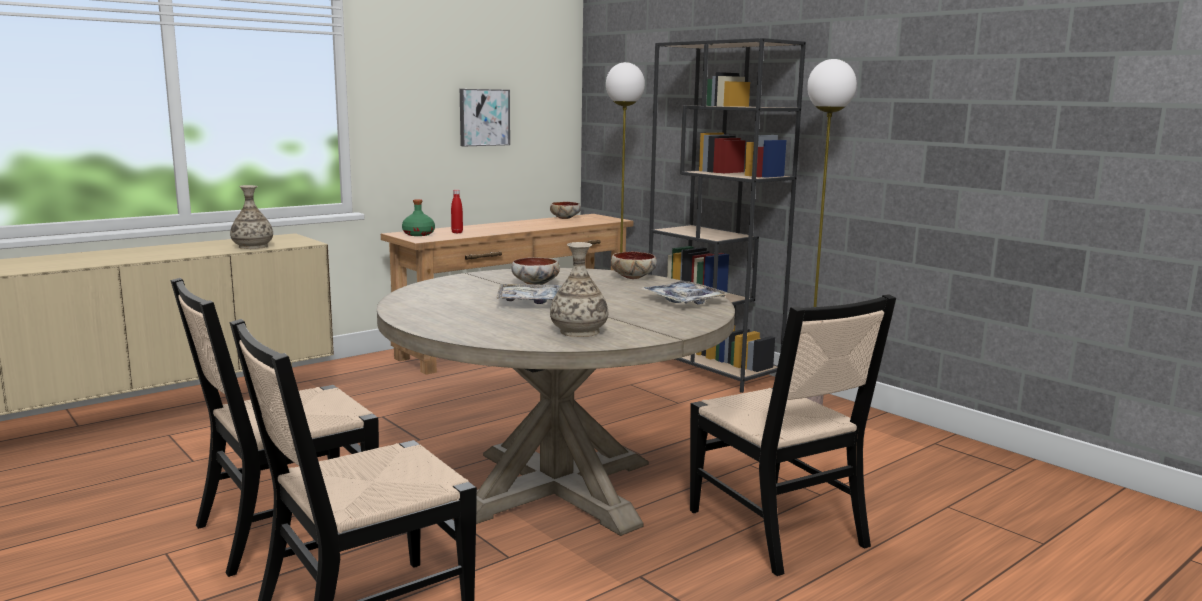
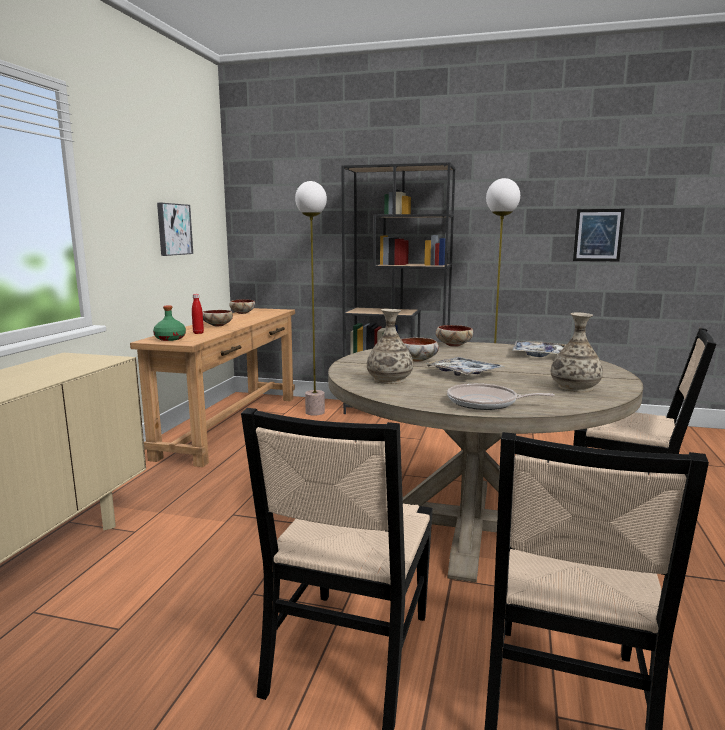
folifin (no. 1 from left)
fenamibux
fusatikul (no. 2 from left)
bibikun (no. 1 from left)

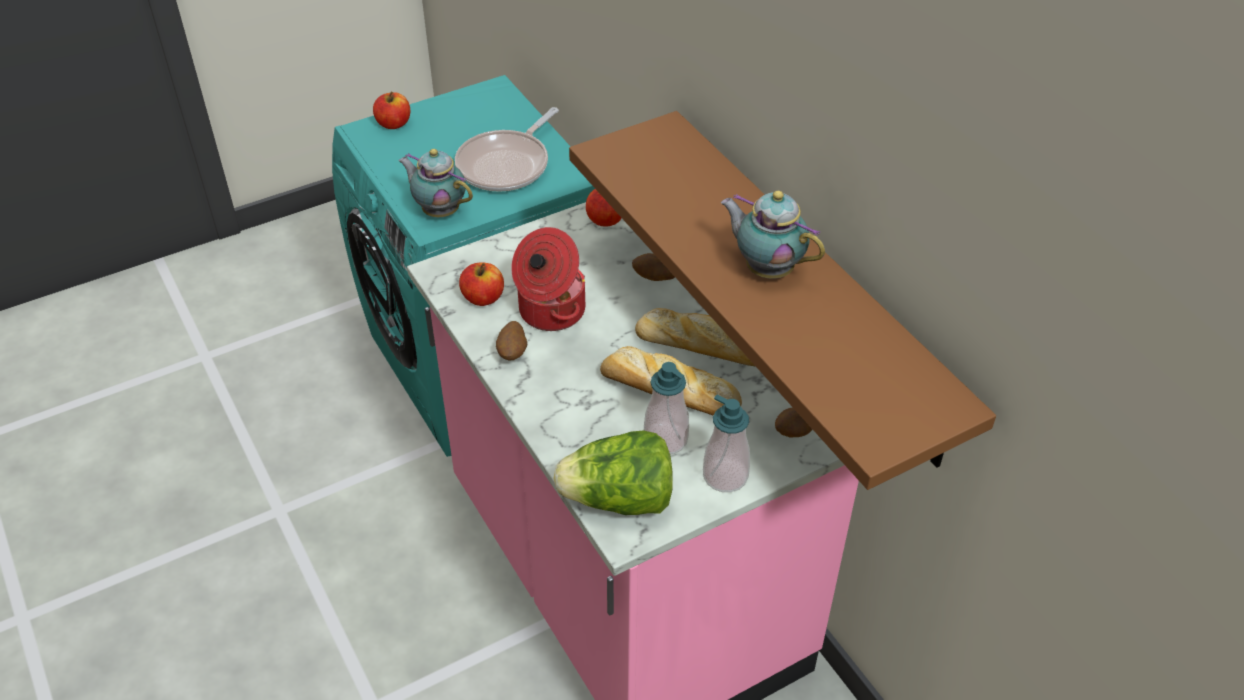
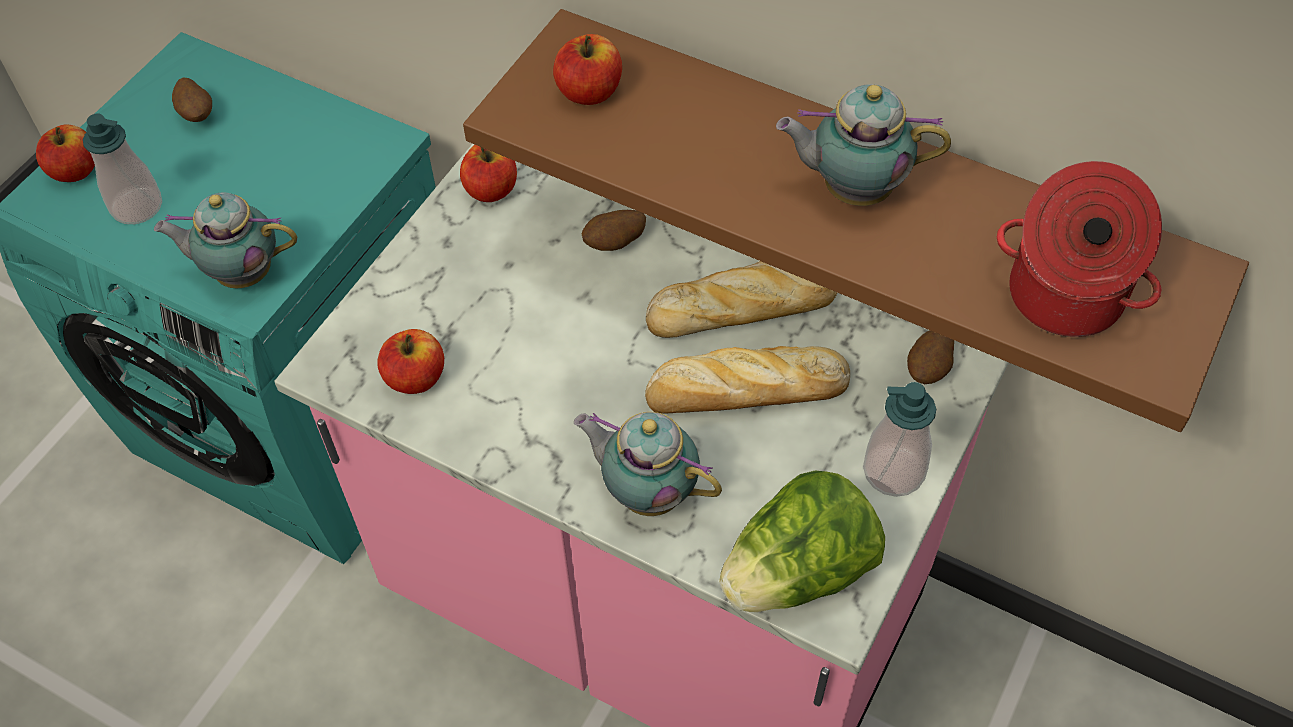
fenamibux
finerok (no. 4 from left)
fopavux (no. 2 from left)
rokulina (no. 1 from left)
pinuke
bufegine (no. 1 from left)

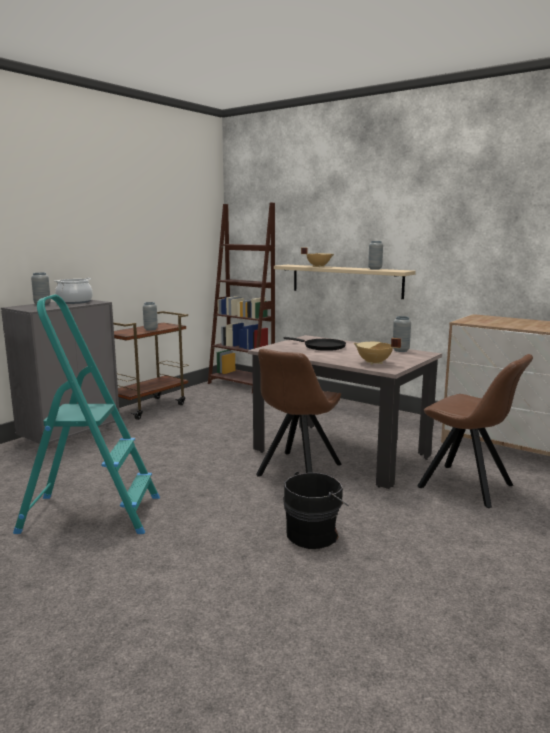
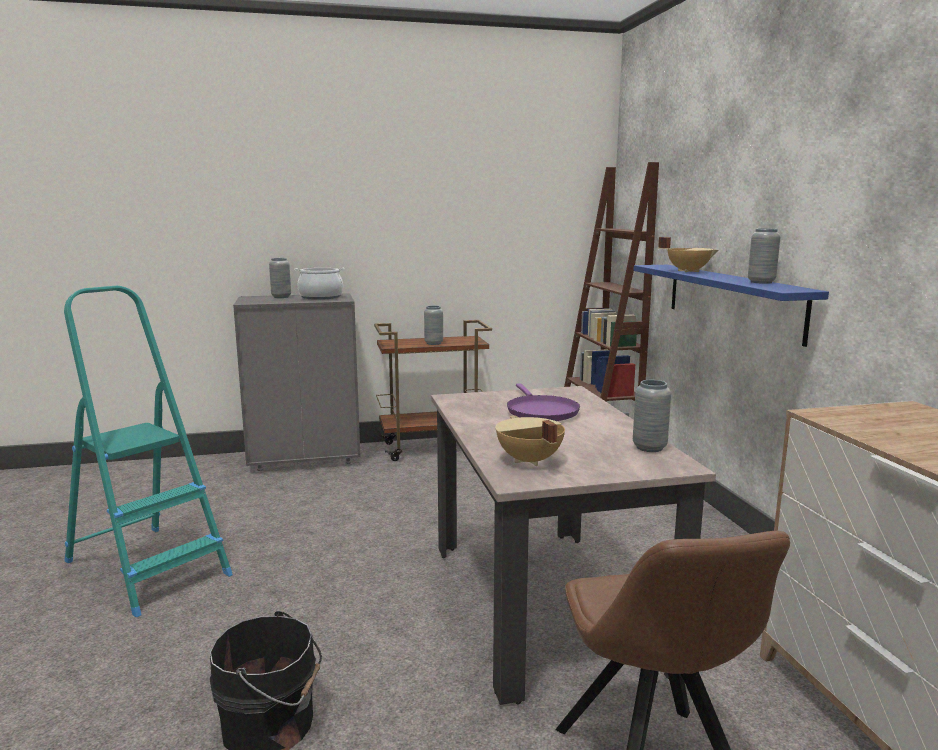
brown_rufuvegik (no. 1 from left in the first image)
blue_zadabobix
purple_fenamibux

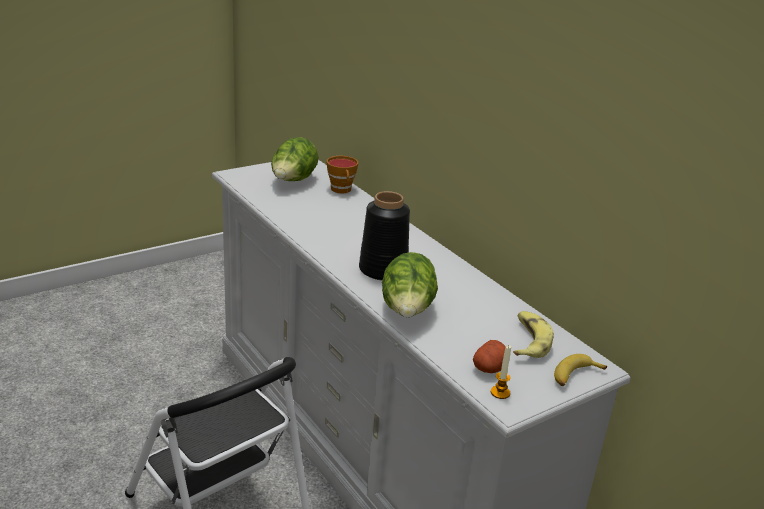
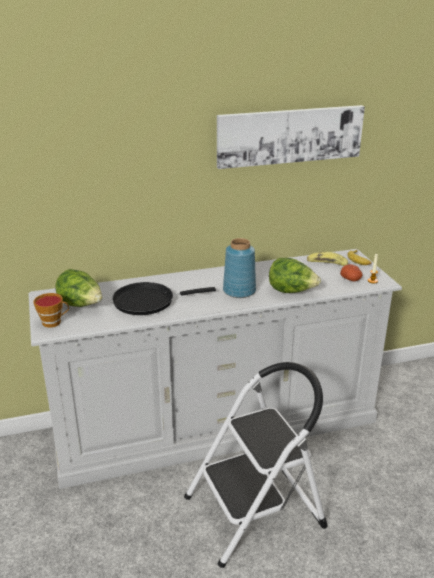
black_fenamibux
fusatikul
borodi
blue_bibikun

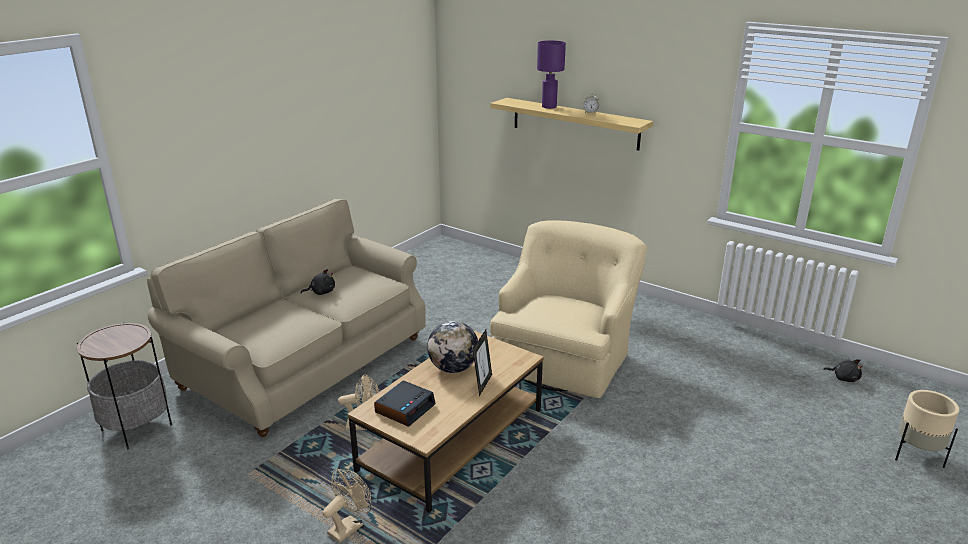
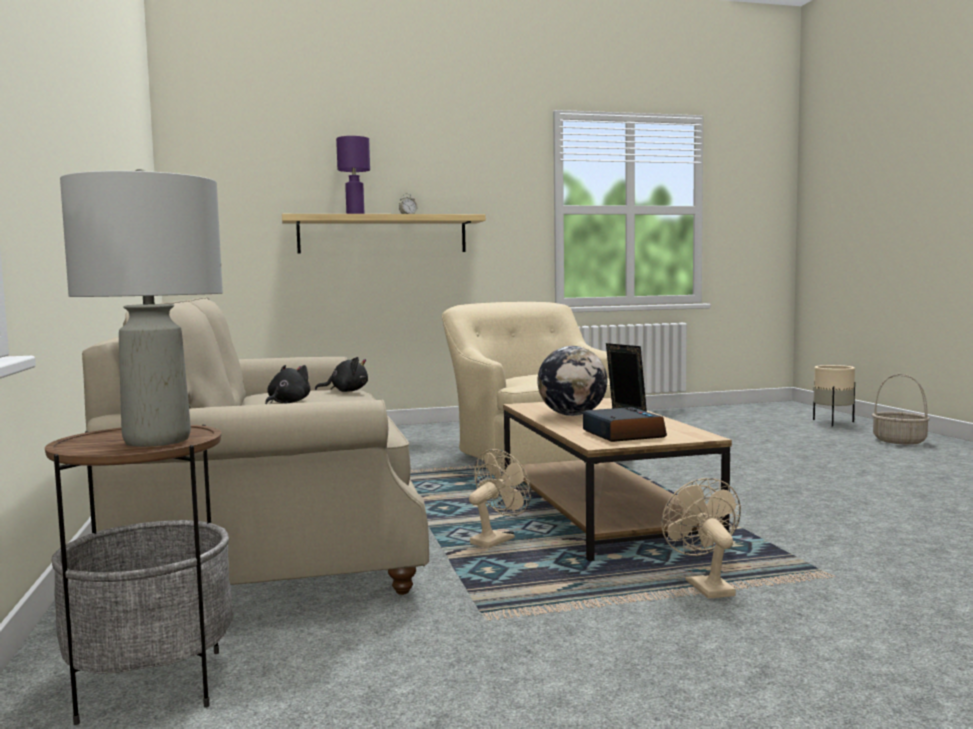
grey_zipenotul
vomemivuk
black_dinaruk (no. 2 from left)

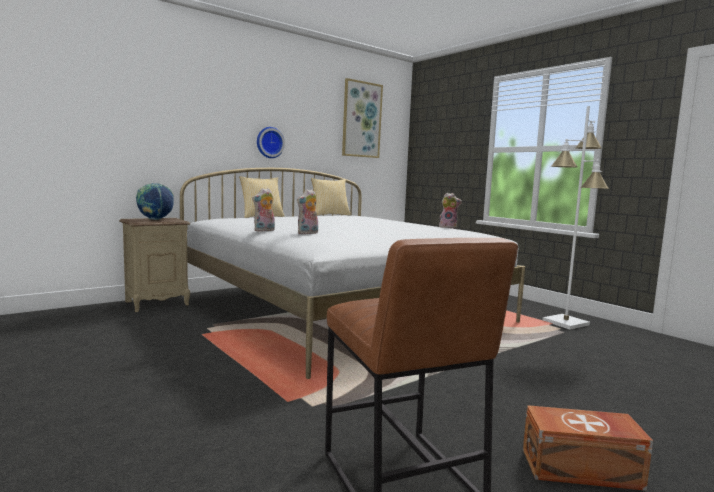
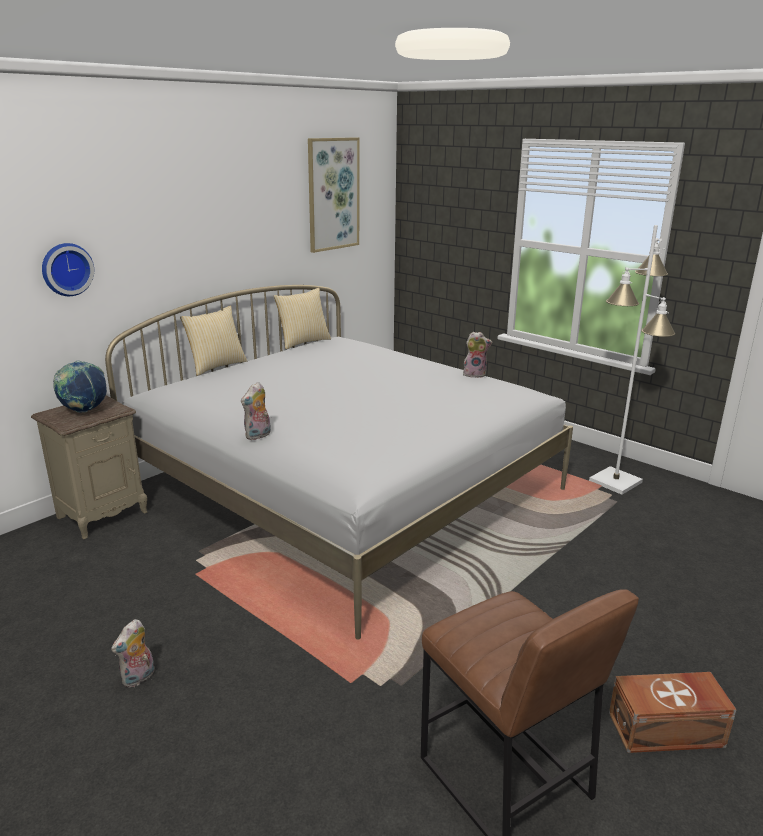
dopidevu
dinaruk (no. 1 from left)

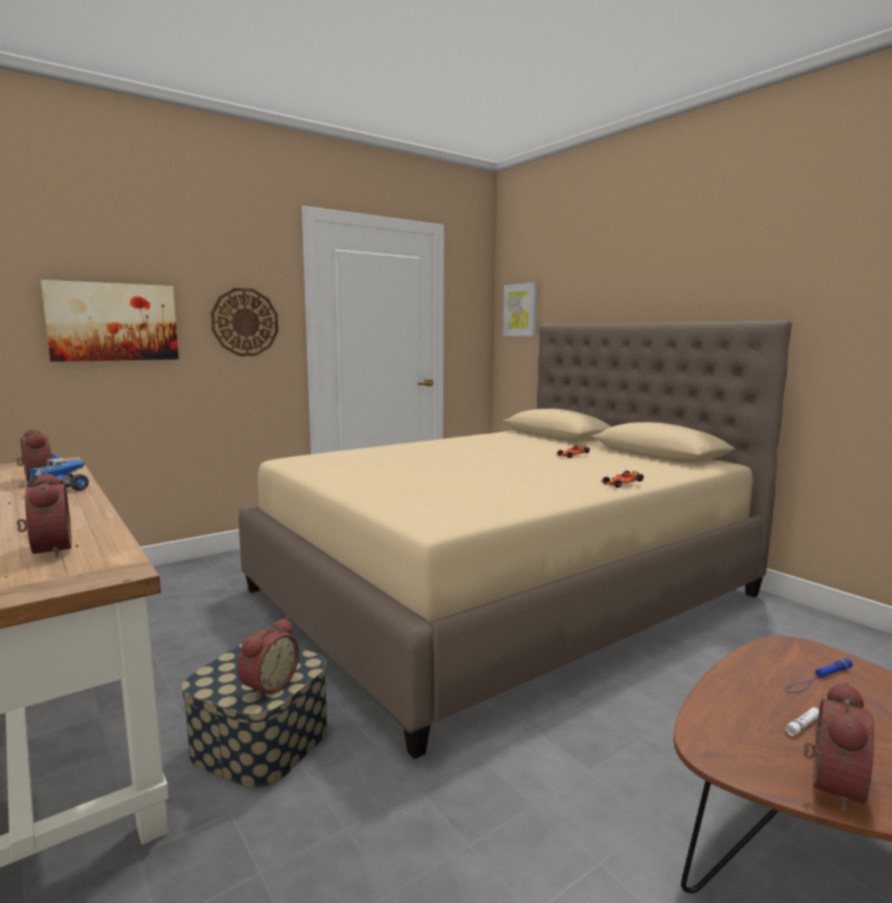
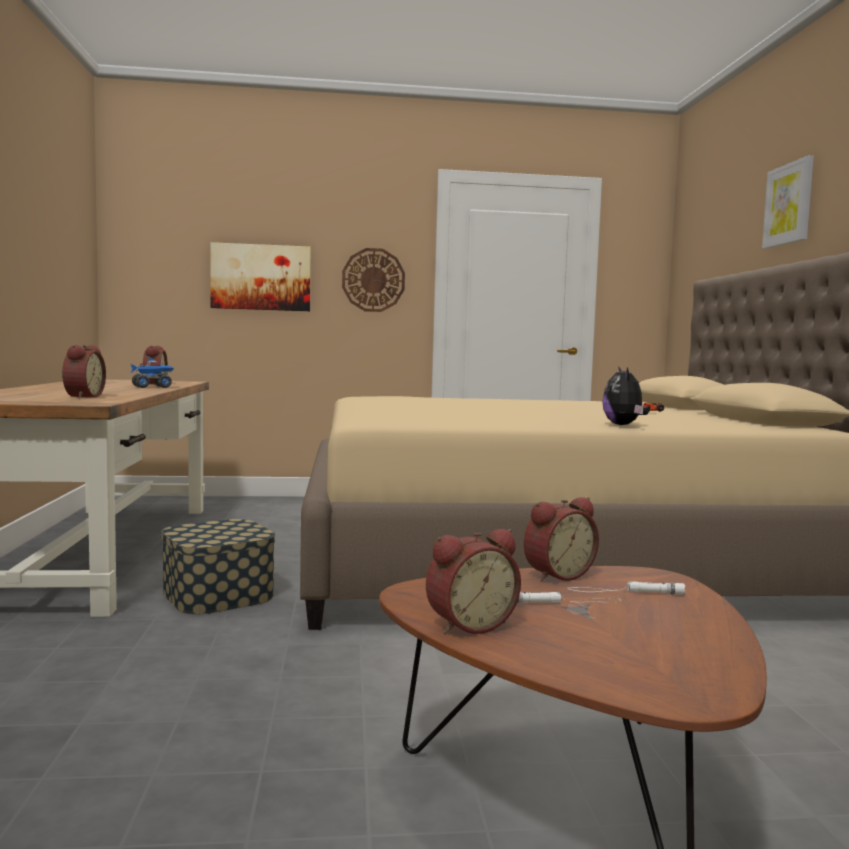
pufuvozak (no. 4 from left)
fusatikul (no. 2 from left)
dinaruk
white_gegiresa (no. 2 from left)

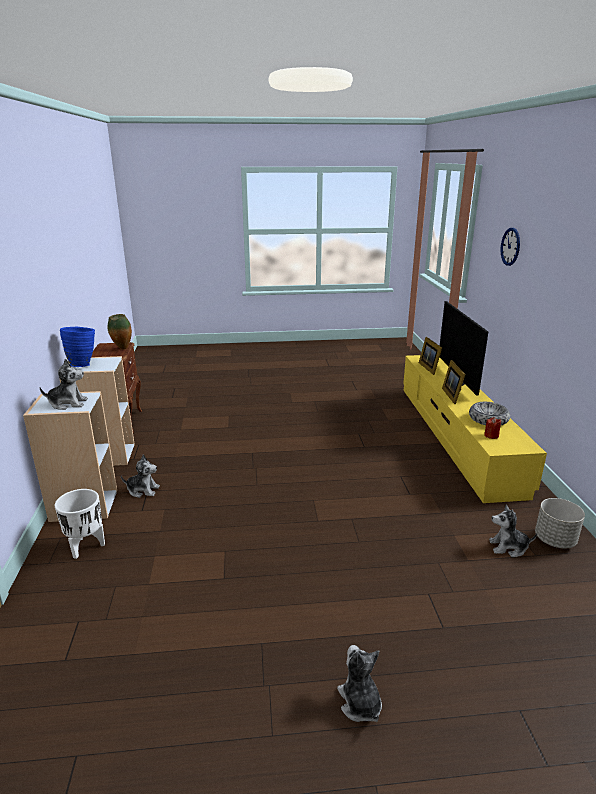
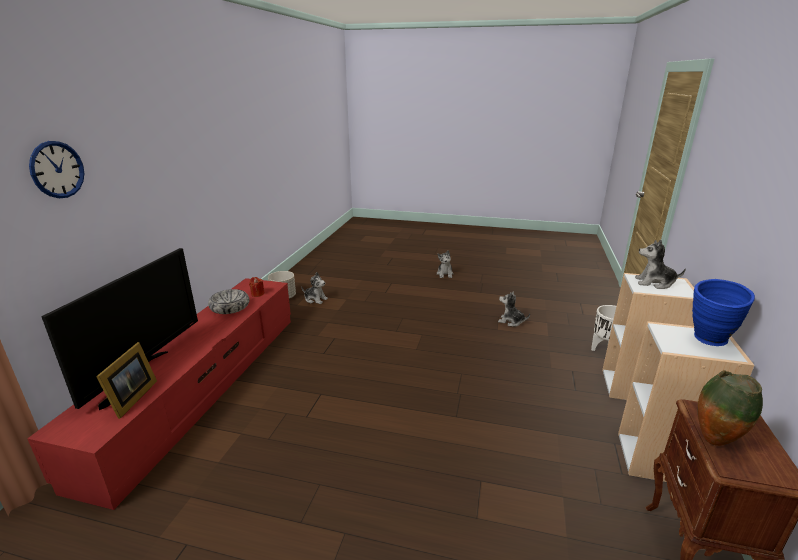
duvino (no. 2 from left in the first image)
dinaruk (no. 3 from left)
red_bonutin

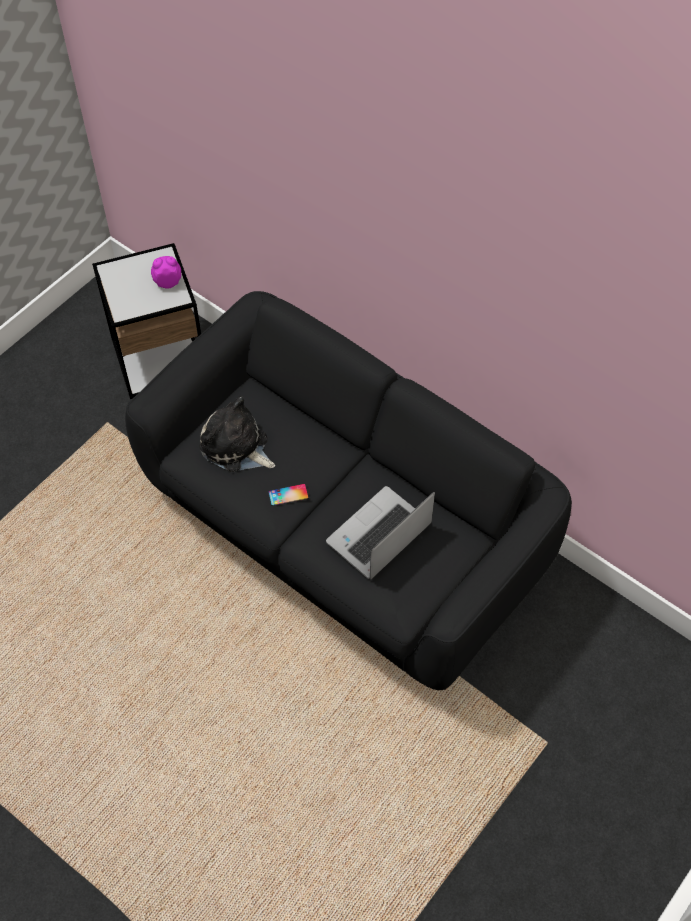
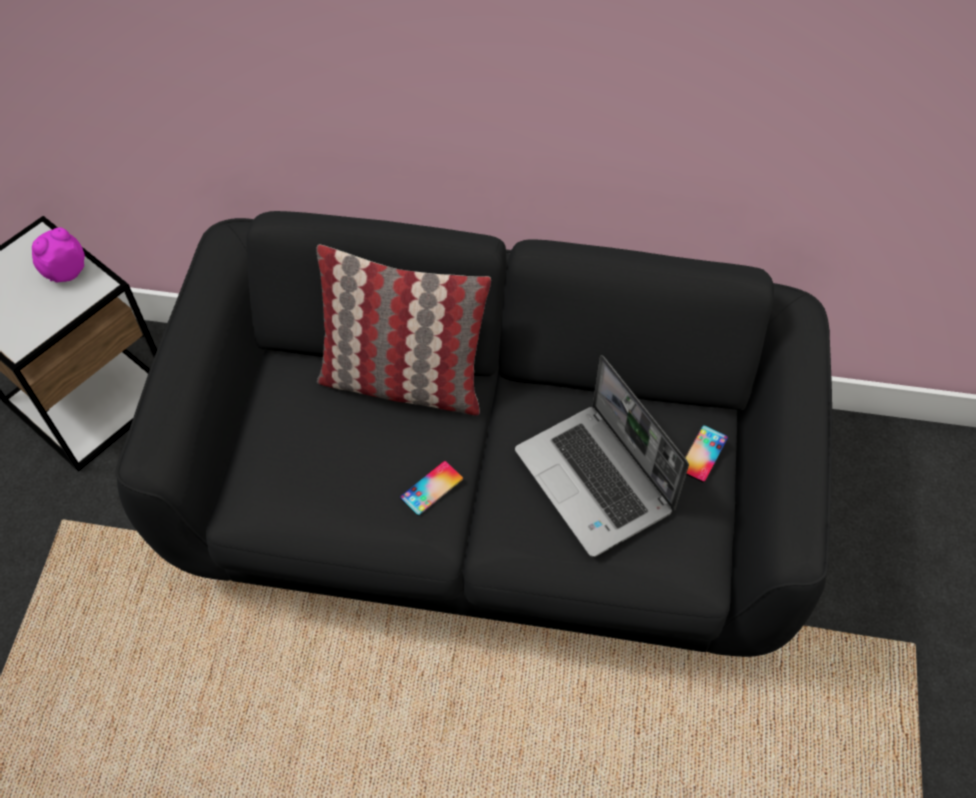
dinaruk
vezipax
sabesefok (no. 2 from left)
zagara

